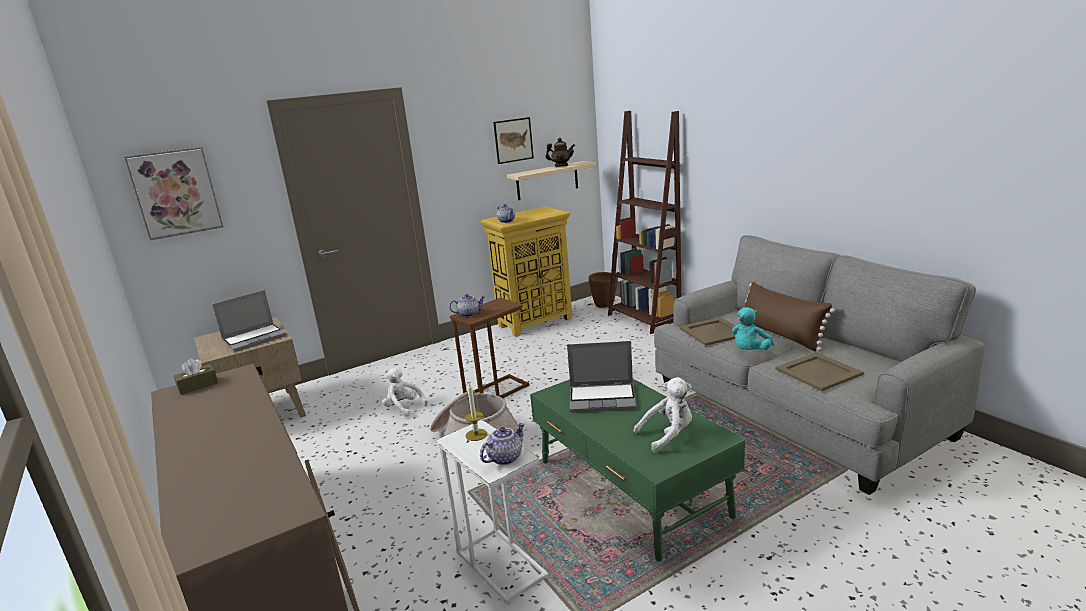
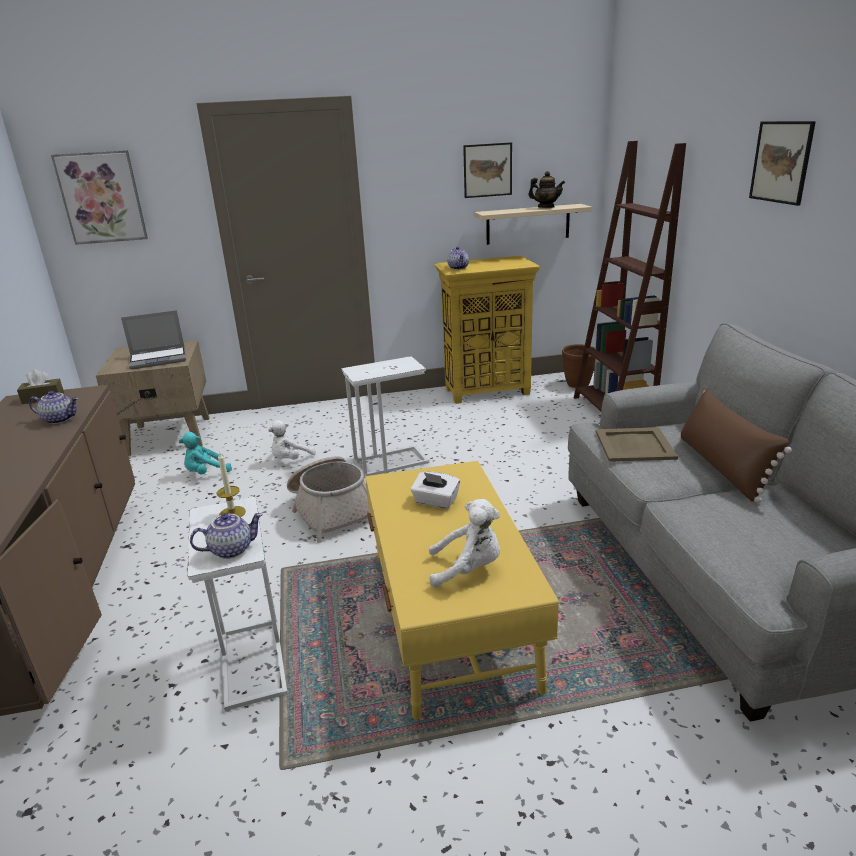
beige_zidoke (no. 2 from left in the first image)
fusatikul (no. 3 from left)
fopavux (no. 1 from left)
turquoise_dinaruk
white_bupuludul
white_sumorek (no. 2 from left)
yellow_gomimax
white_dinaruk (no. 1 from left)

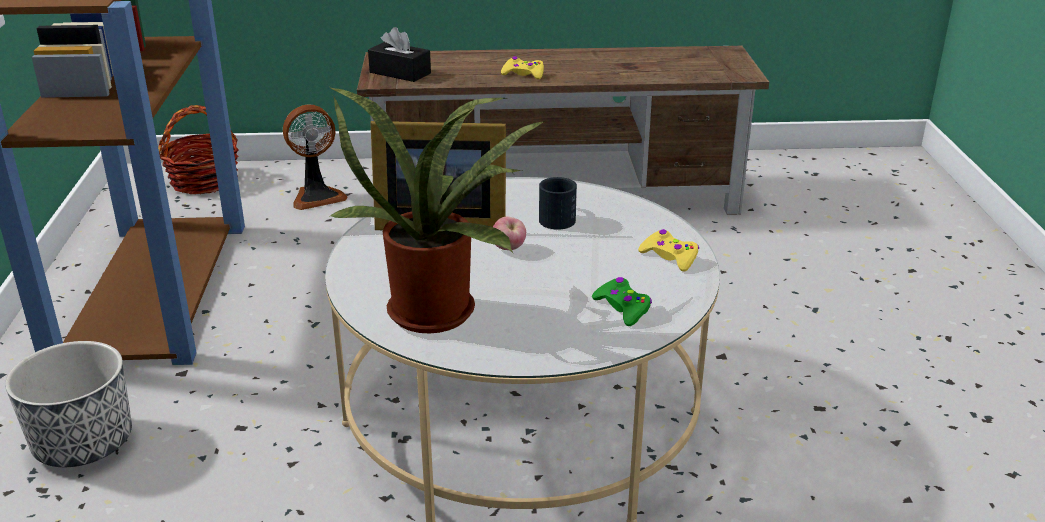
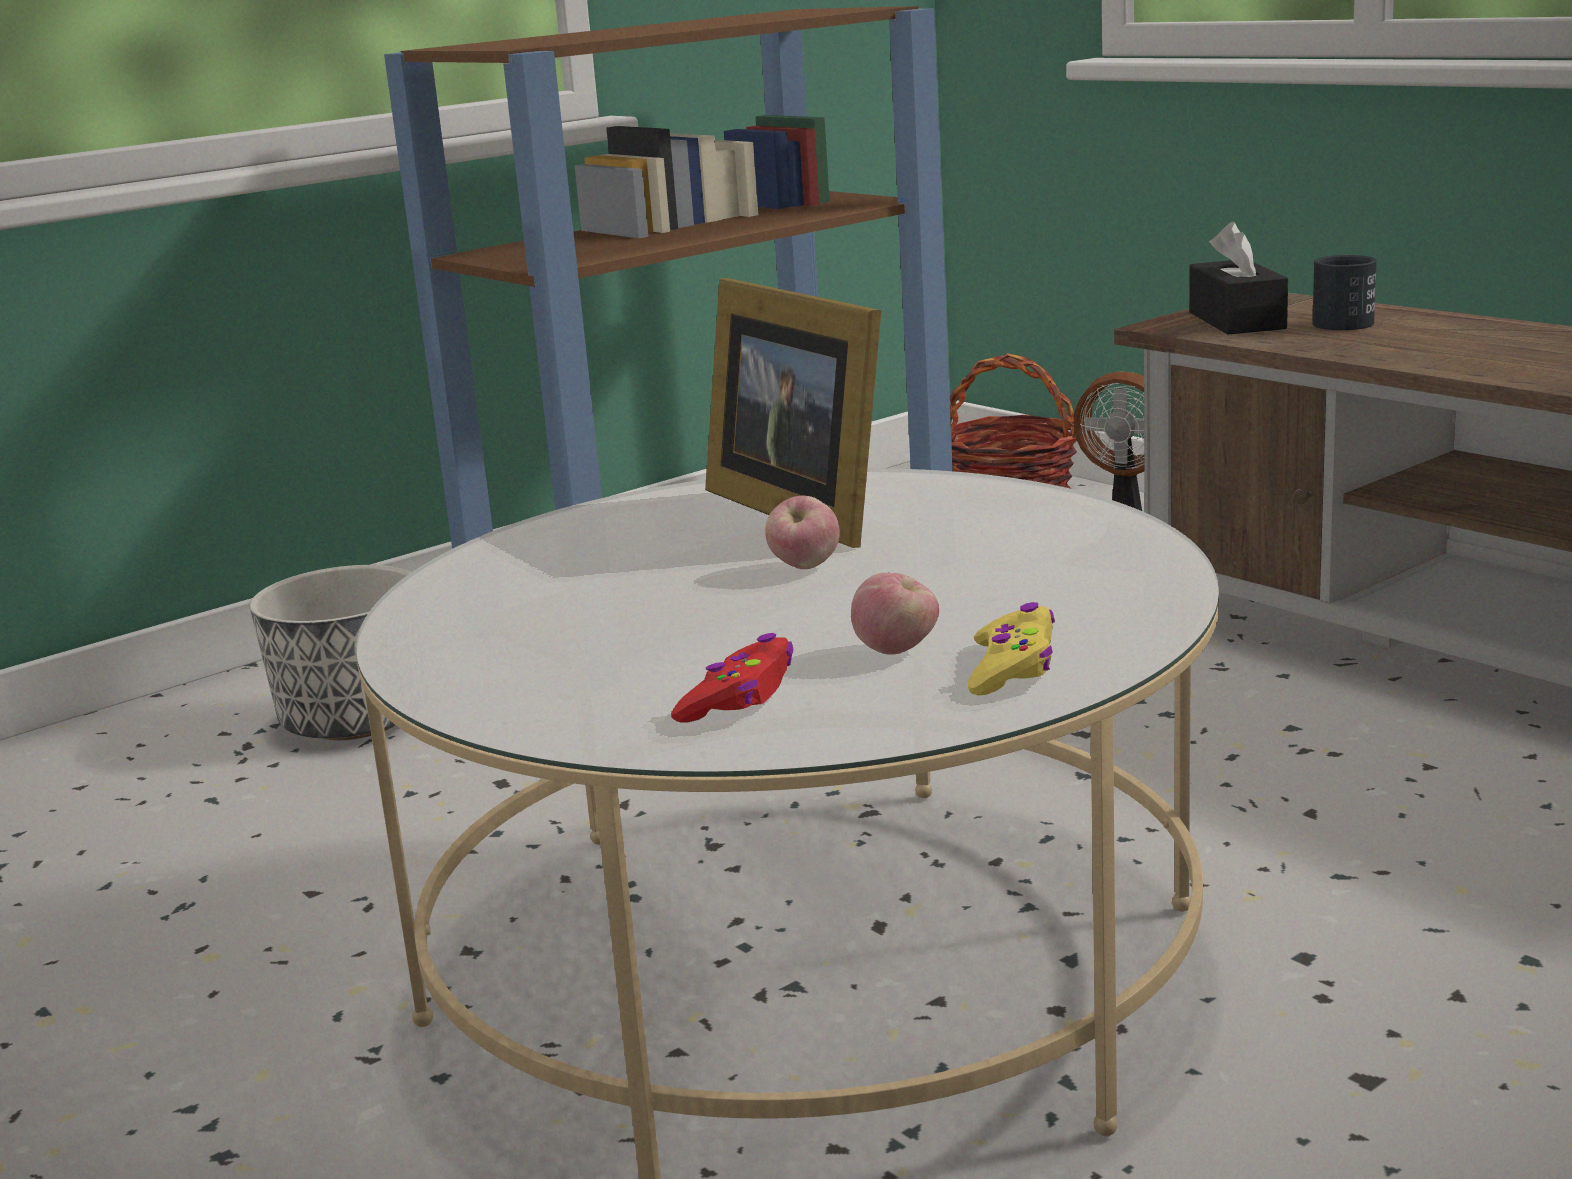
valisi
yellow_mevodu (no. 1 from left in the first image)
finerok (no. 2 from left)
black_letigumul
red_mevodu

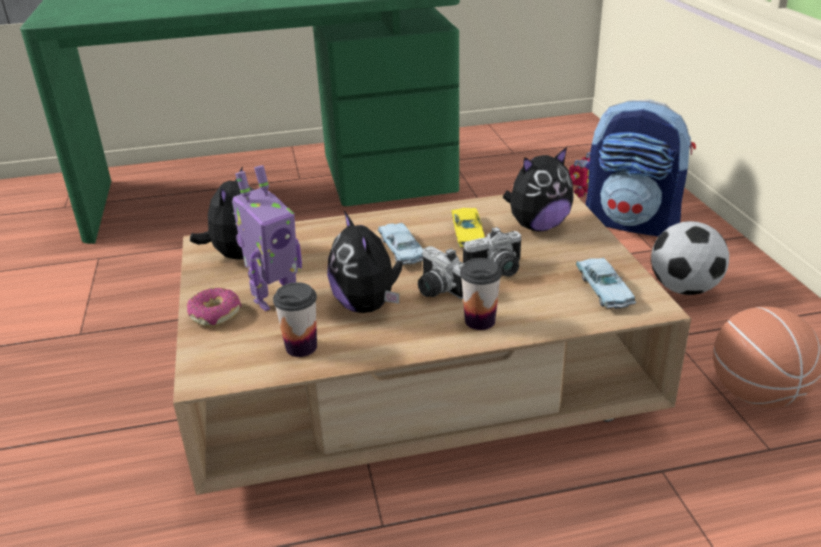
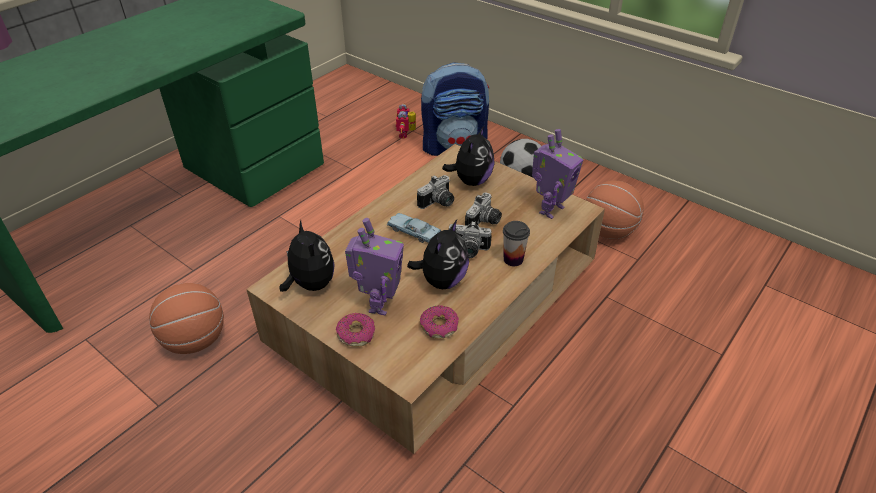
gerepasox (no. 1 from left)
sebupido (no. 2 from left)
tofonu (no. 1 from left)
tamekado (no. 3 from left)
dinaruk (no. 2 from left)

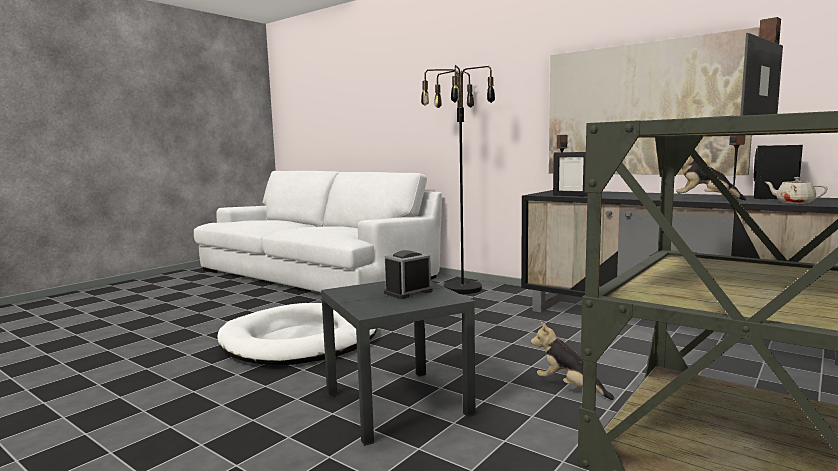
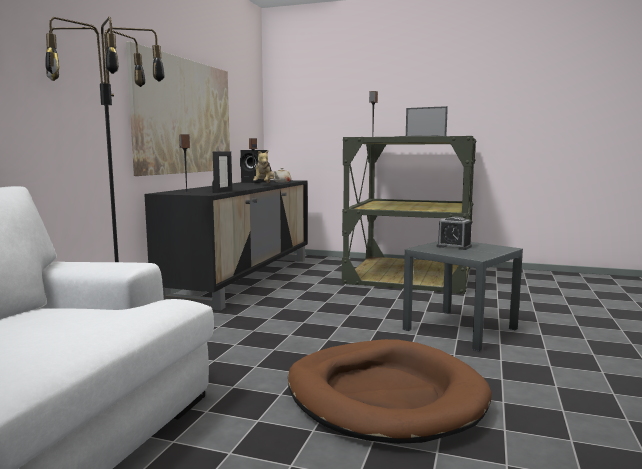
dinaruk (no. 1 from left in the first image)
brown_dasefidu

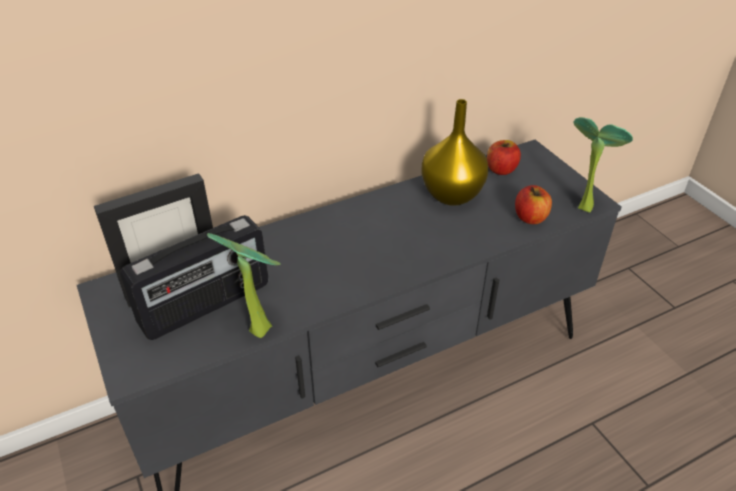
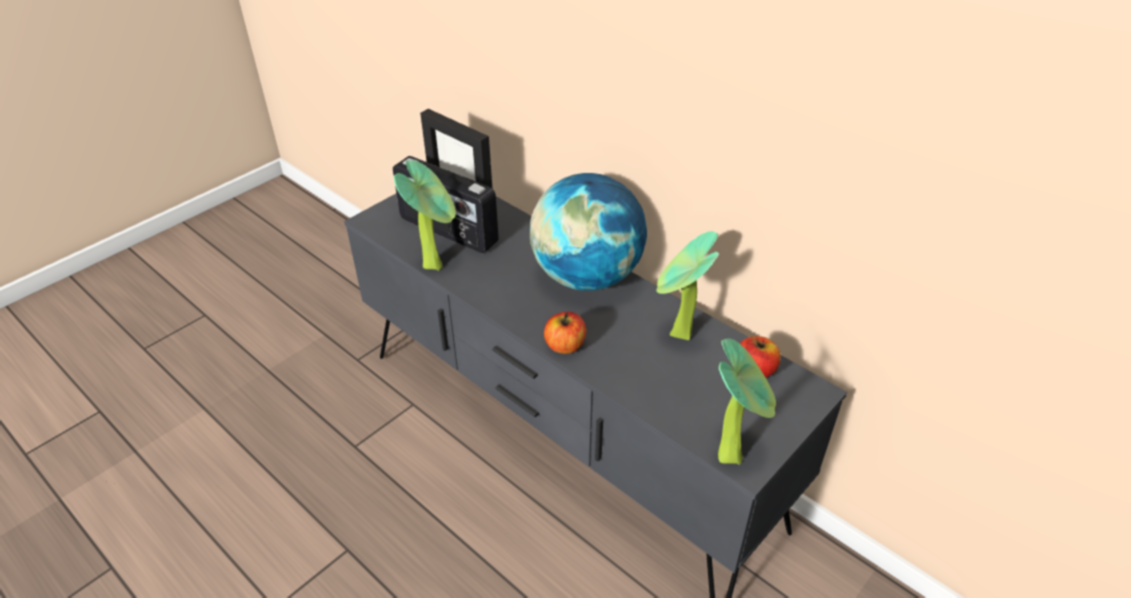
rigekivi
finerok (no. 1 from left)
valisi (no. 2 from left)

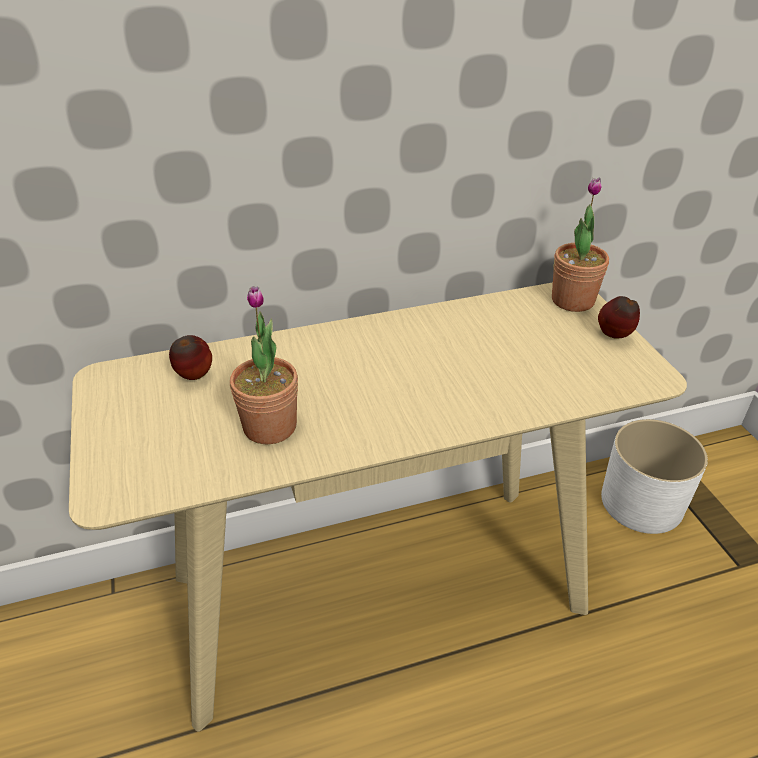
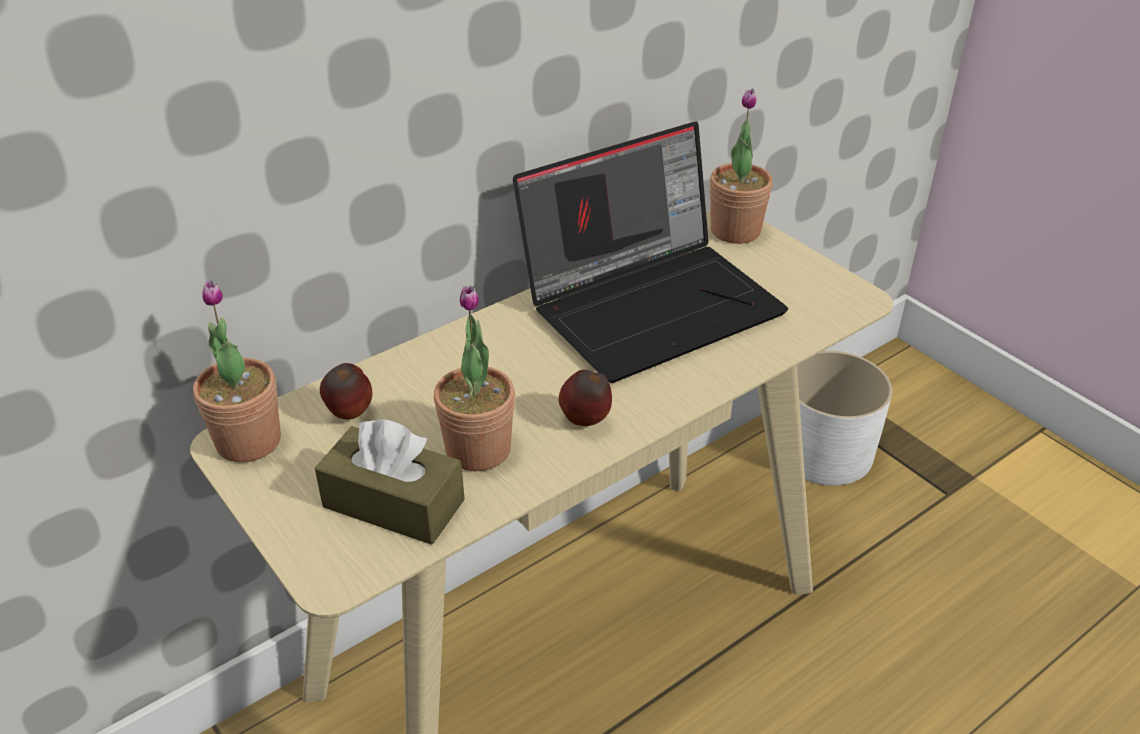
valisi (no. 1 from left)
brown_bupuludul
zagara
finerok (no. 2 from left)

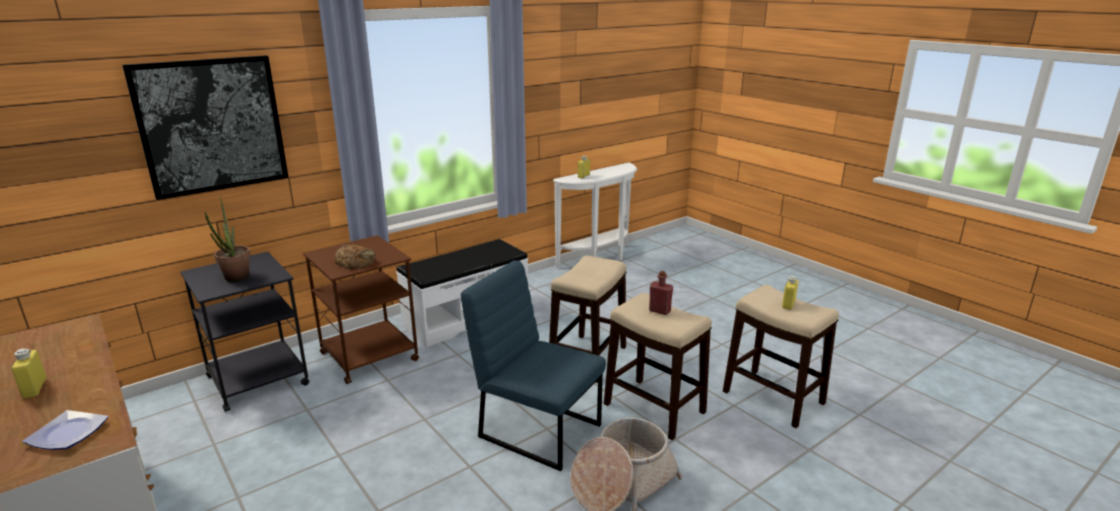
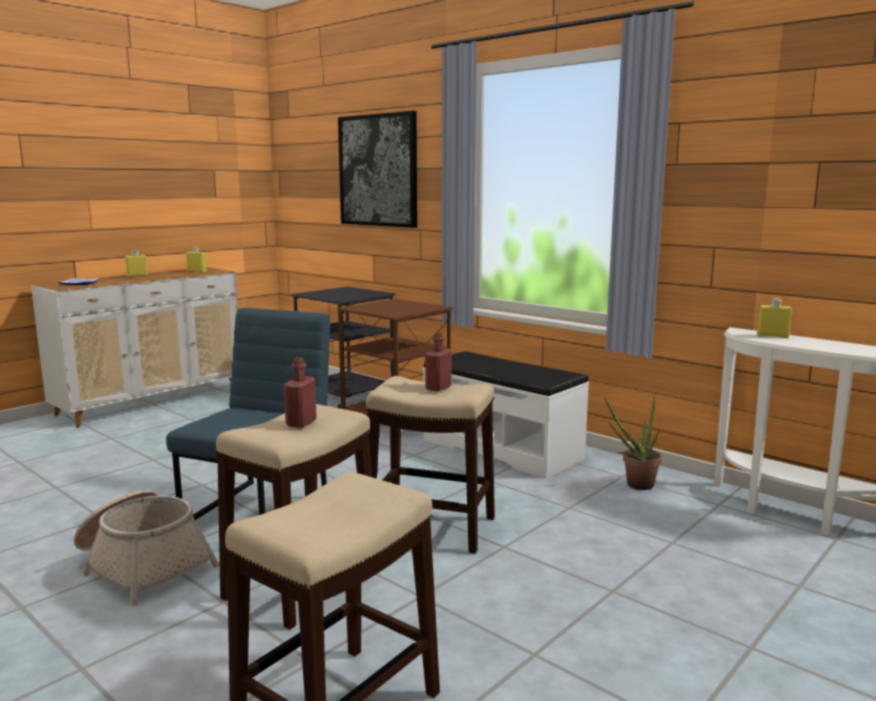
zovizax
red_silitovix (no. 2 from left)
valisi
yellow_silitovix (no. 2 from left)

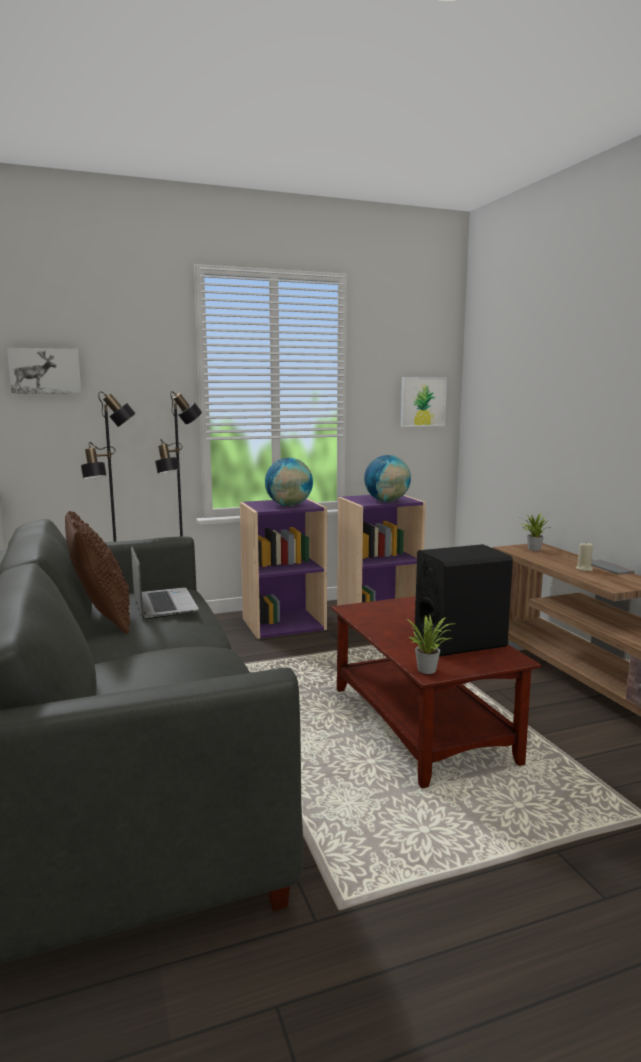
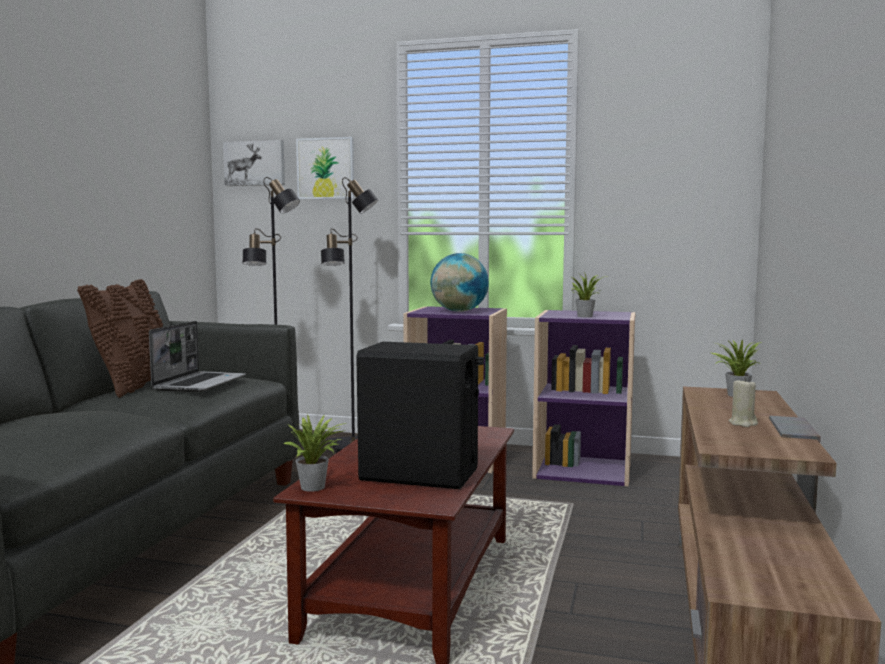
fusatikul (no. 2 from left)
valisi (no. 2 from left)

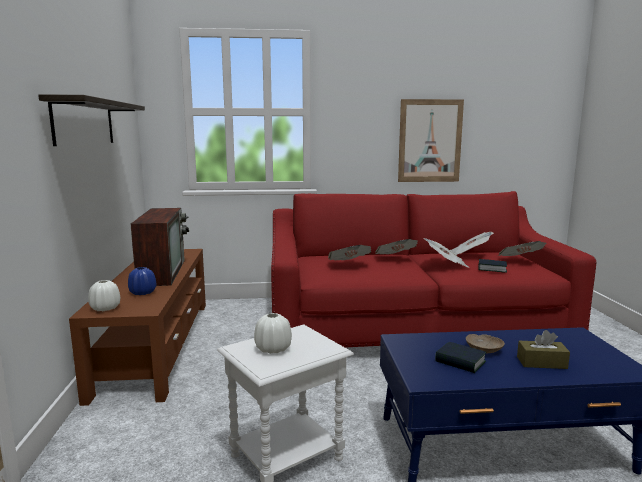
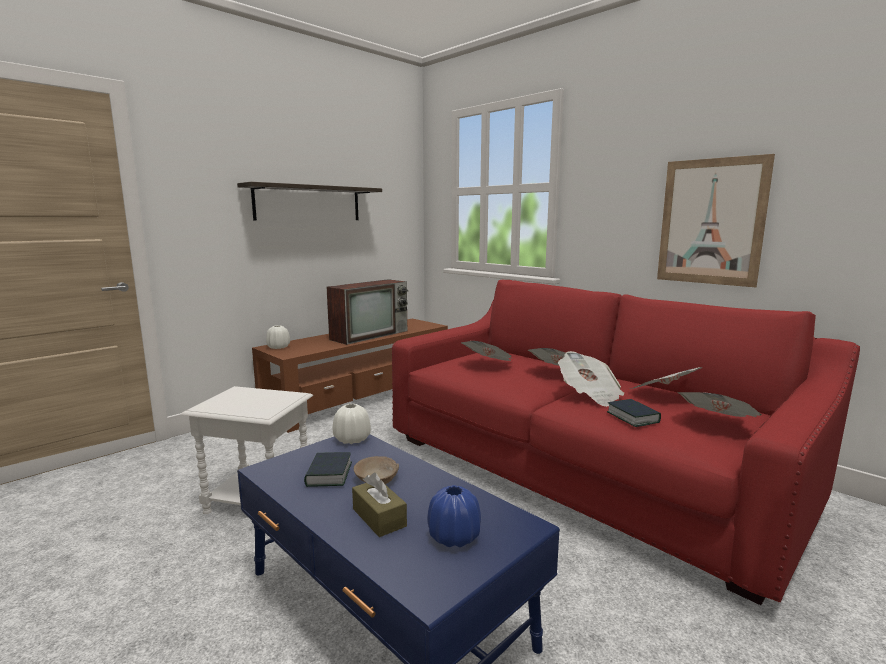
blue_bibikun
white_bibikun (no. 2 from left)

